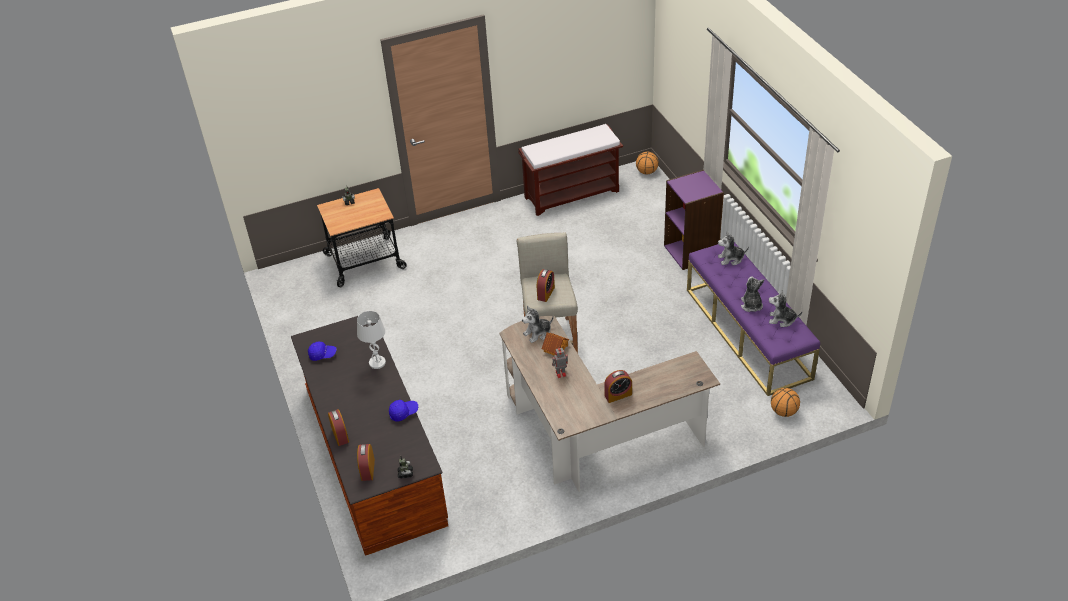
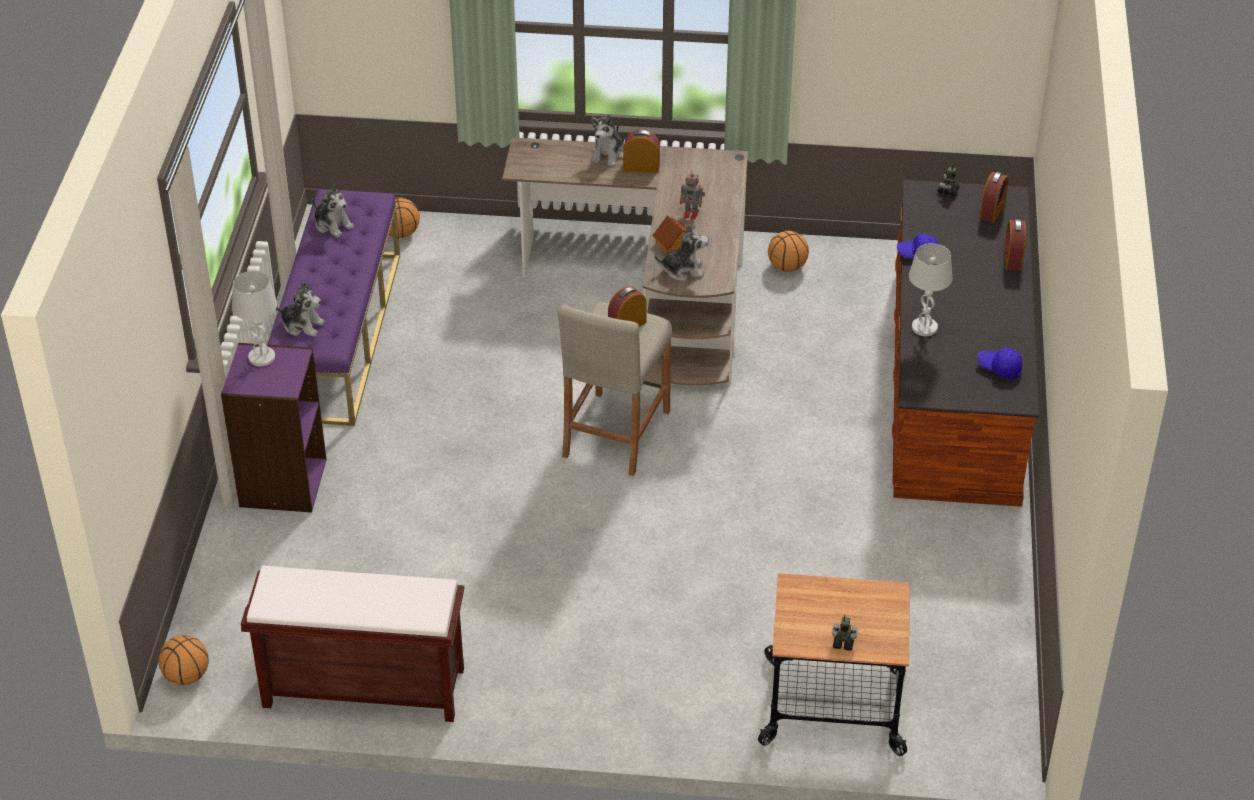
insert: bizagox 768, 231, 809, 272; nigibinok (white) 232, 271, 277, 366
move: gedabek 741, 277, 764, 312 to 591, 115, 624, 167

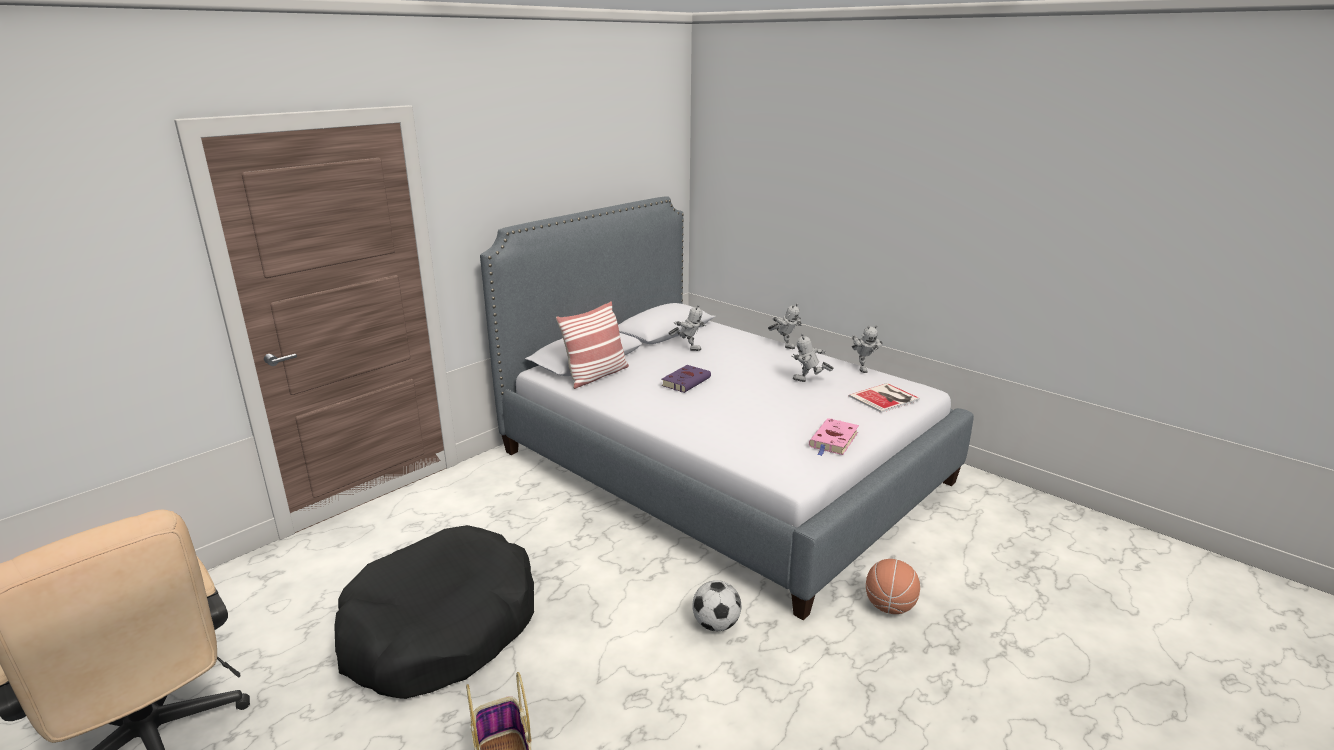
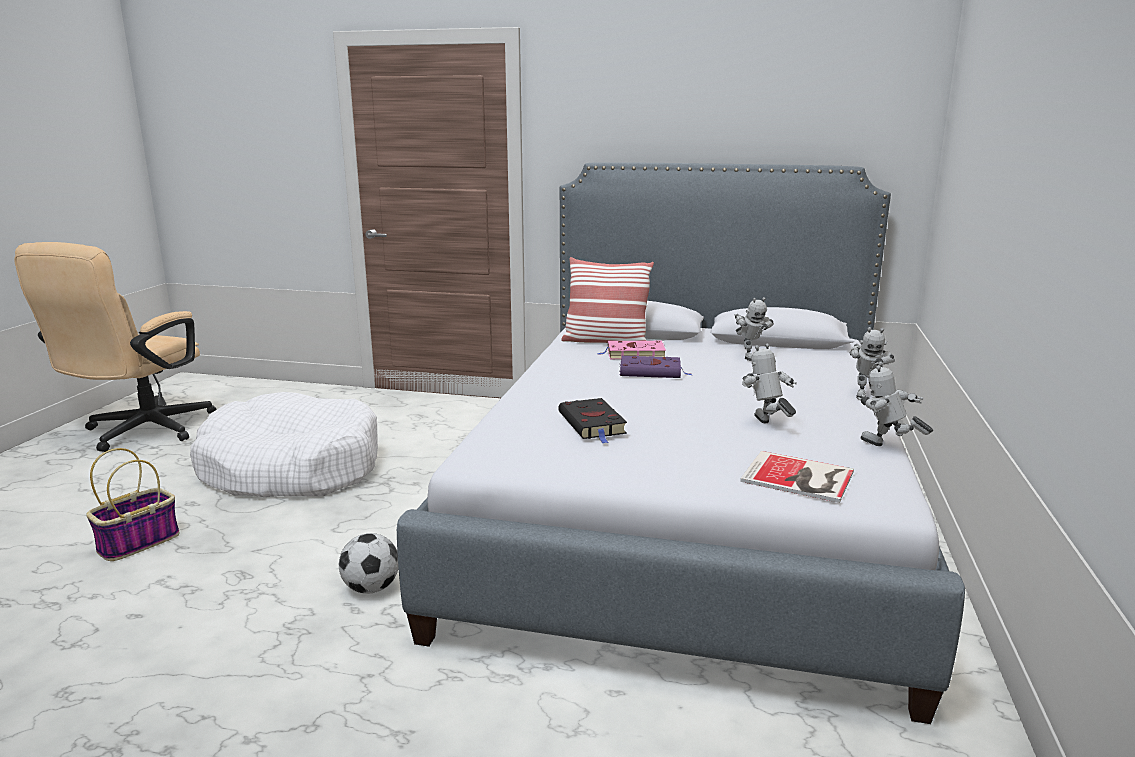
delete: bizagox 866, 559, 920, 614
insert: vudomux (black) 558, 398, 627, 443
move: vudomux (pink) 809, 418, 859, 456 to 597, 341, 666, 359
recolor: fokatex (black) 334, 525, 534, 699 to fokatex (white) 190, 392, 378, 497
rotate: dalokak 852, 325, 883, 373 = 857, 361, 933, 446 75 degrees clockwise

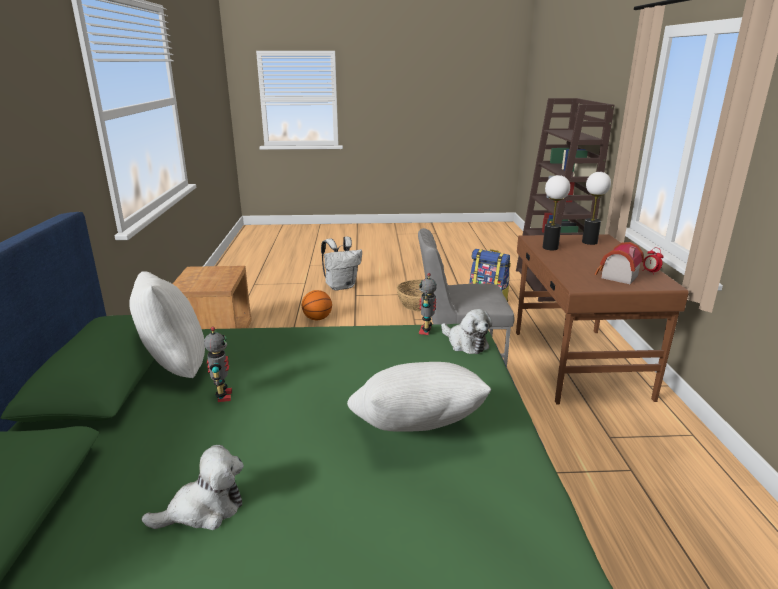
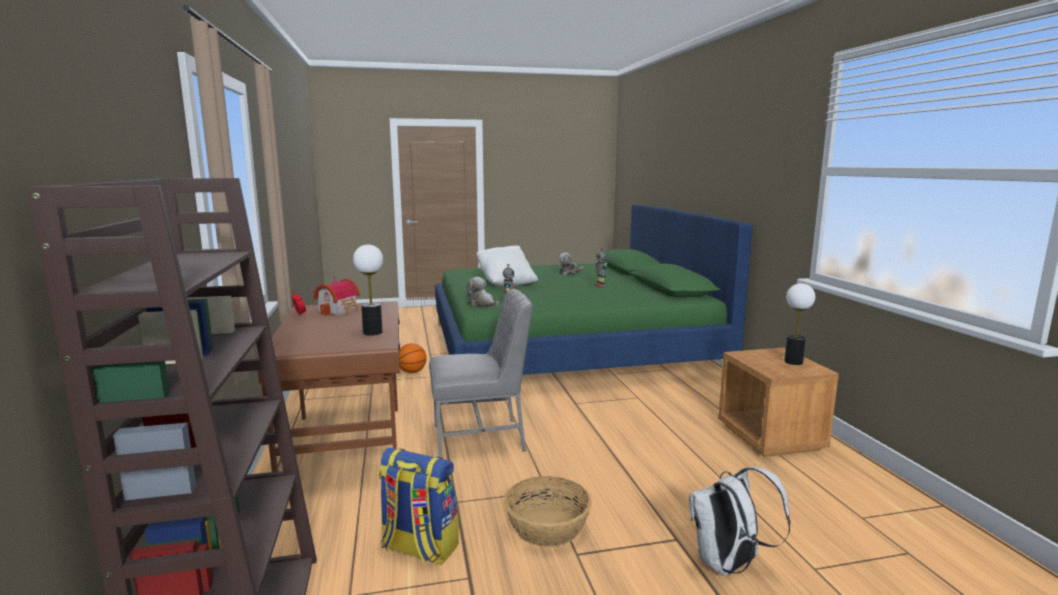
delete: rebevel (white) 129, 271, 205, 378
move: nigibinok 582, 172, 611, 245 to 784, 283, 815, 365; bizagox 302, 290, 332, 320 to 399, 343, 427, 373

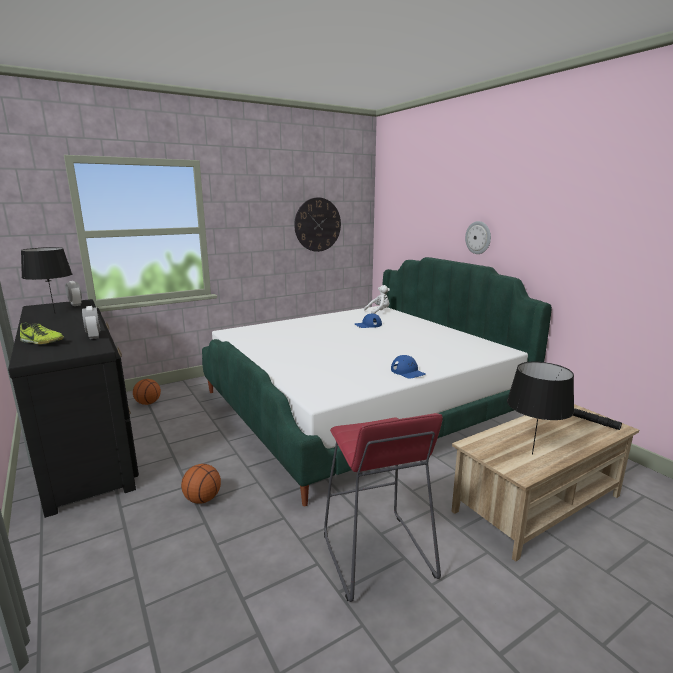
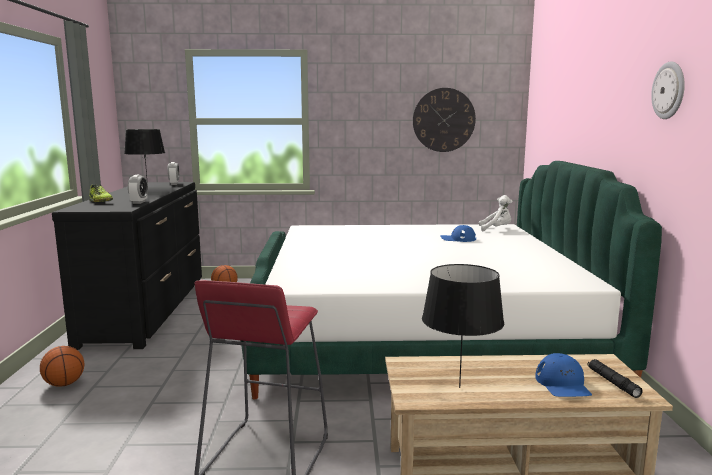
move: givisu 465, 221, 491, 254 to 651, 62, 685, 119; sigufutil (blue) 391, 355, 426, 379 to 535, 353, 592, 397; bizagox 181, 464, 221, 504 to 40, 346, 84, 387

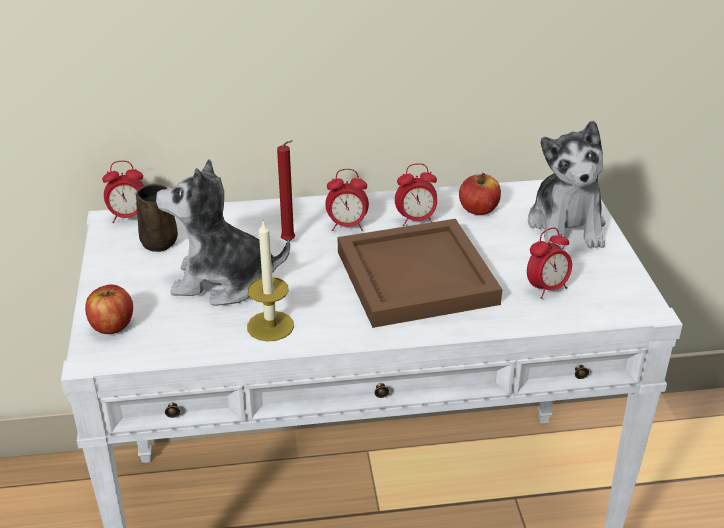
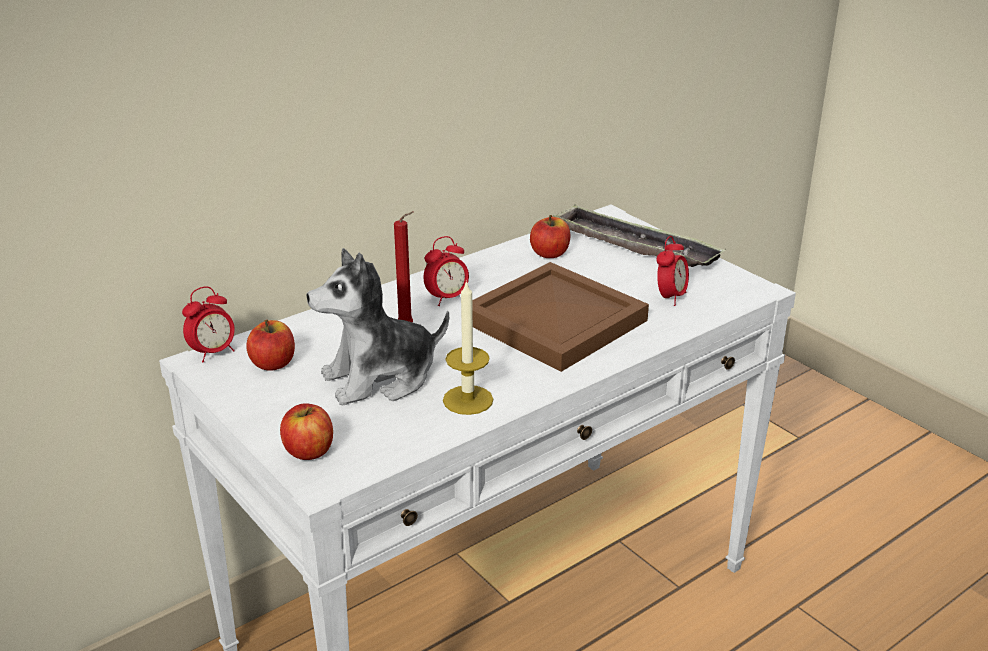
delete: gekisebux 395, 163, 437, 226
replace: gedabek 528, 120, 605, 249 to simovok 553, 204, 726, 267; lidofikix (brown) 136, 184, 178, 252 to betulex 246, 320, 295, 371

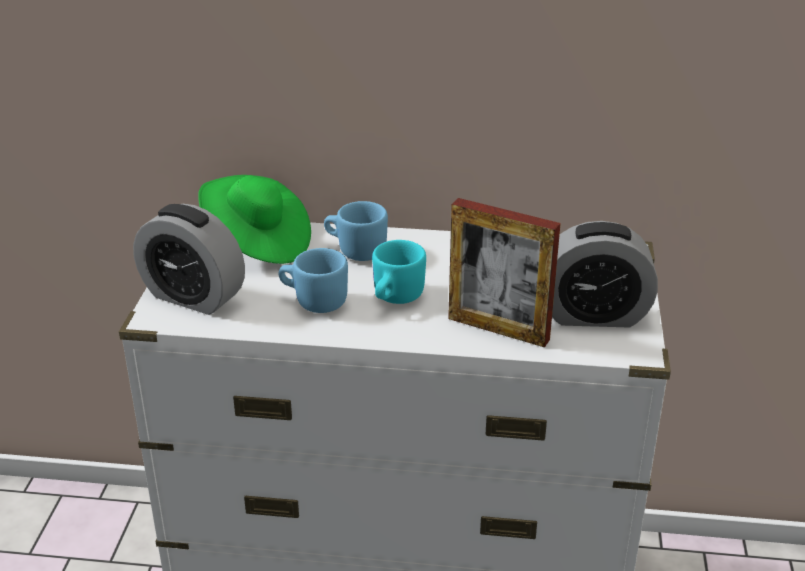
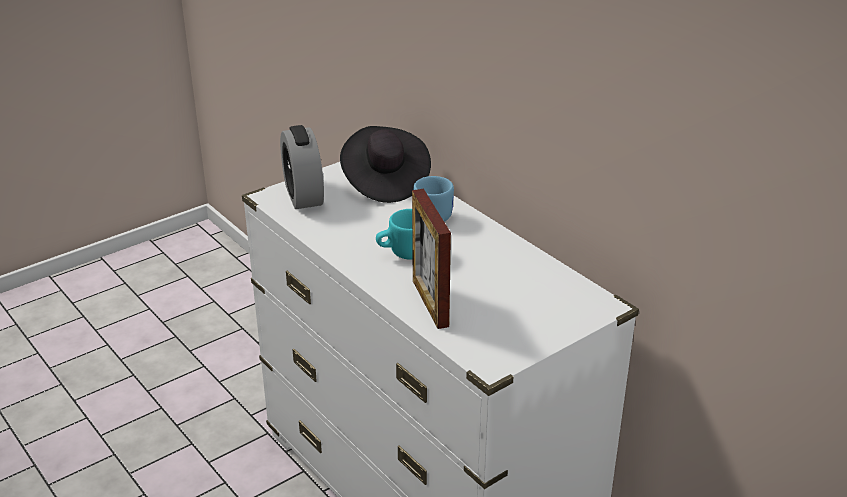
delete: gekisebux 552, 221, 658, 327; lidofikix (blue) 279, 248, 348, 313
recolor: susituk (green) 198, 175, 311, 264 to susituk (black) 340, 126, 431, 203

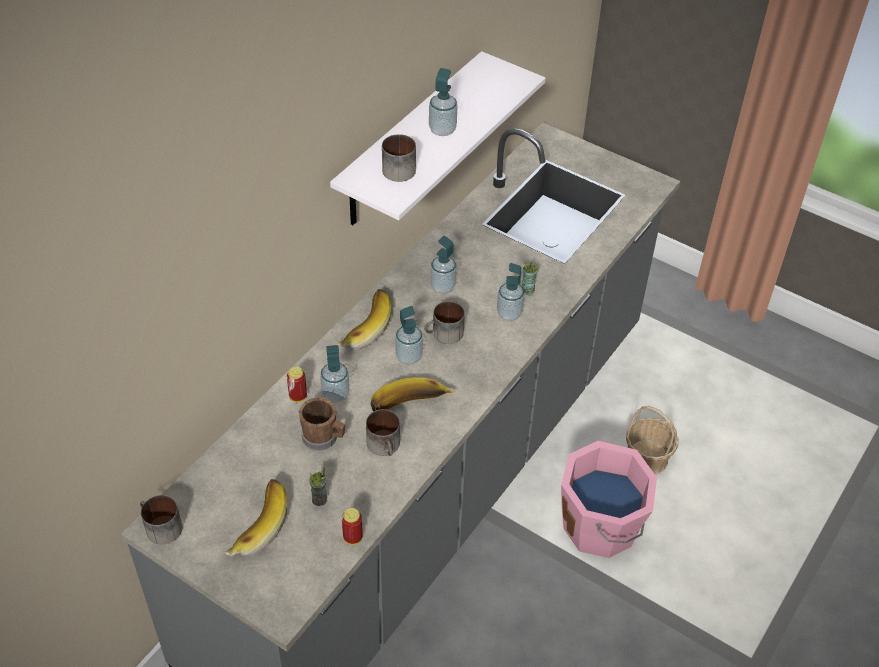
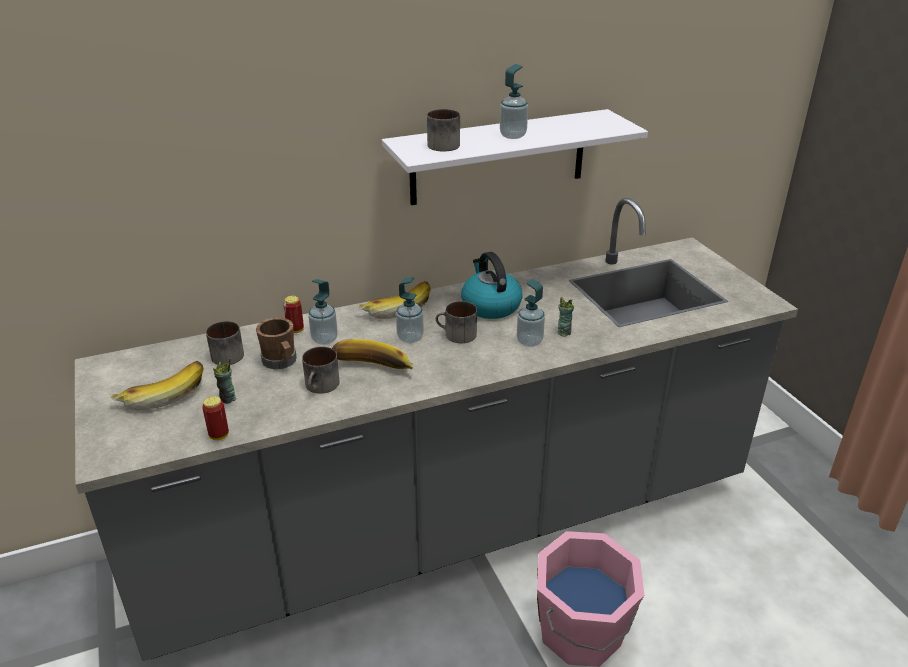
delete: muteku 626, 406, 678, 475
move: lidofikix 140, 495, 182, 545 to 206, 321, 244, 365
replace: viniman 430, 236, 456, 294 to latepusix 461, 252, 523, 319

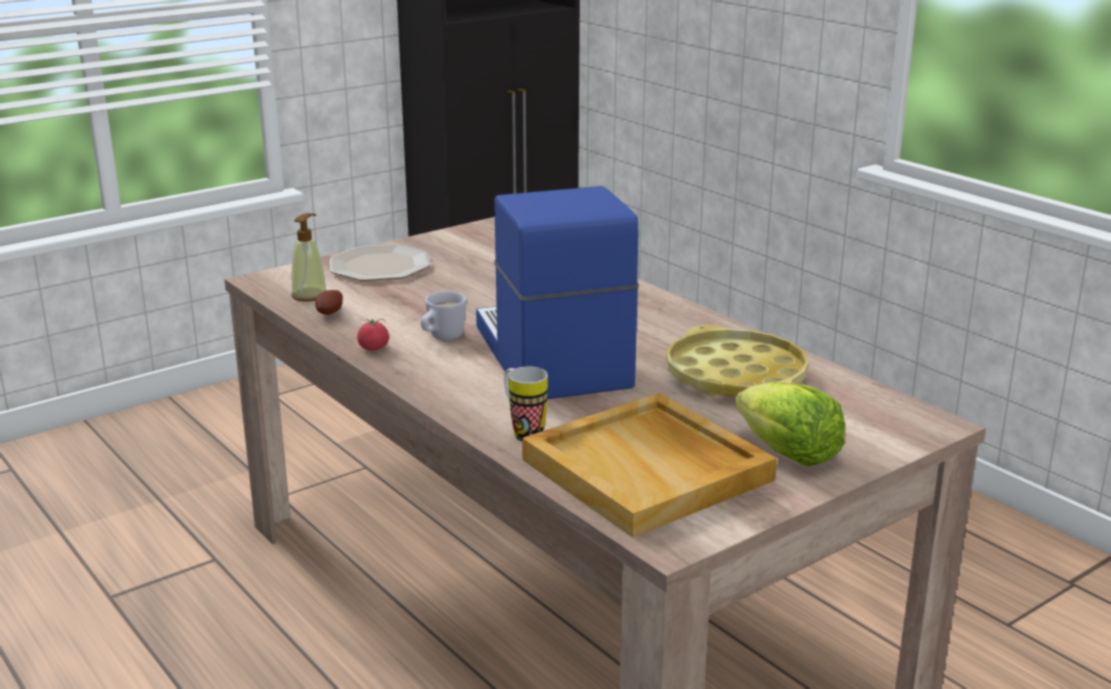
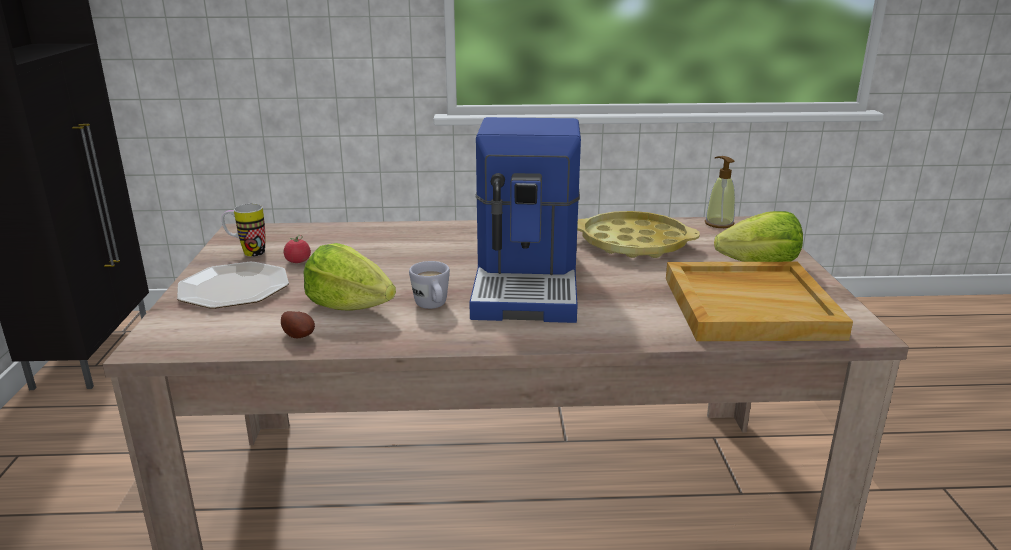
insert: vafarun 303, 243, 396, 311
move: viniman 291, 213, 326, 302 to 705, 156, 735, 228; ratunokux 357, 319, 389, 351 to 284, 235, 311, 263; lidofikix 504, 367, 548, 441 to 222, 204, 265, 257
rotate: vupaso 476, 186, 639, 399 = 469, 117, 581, 323 105 degrees counterclockwise

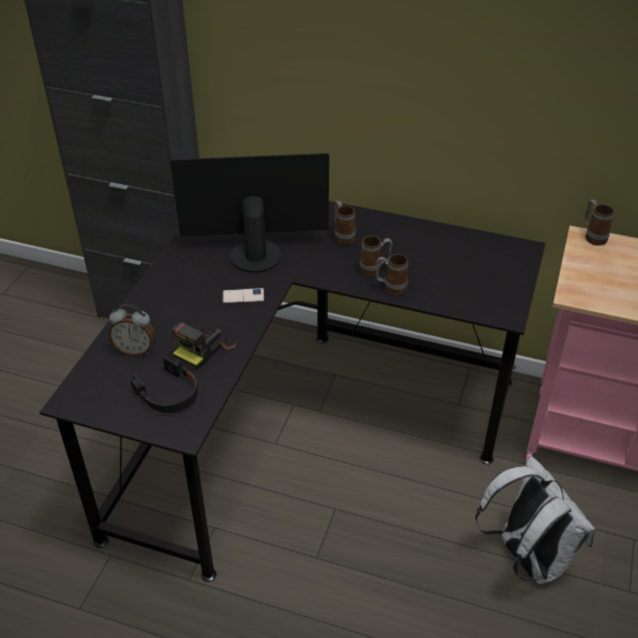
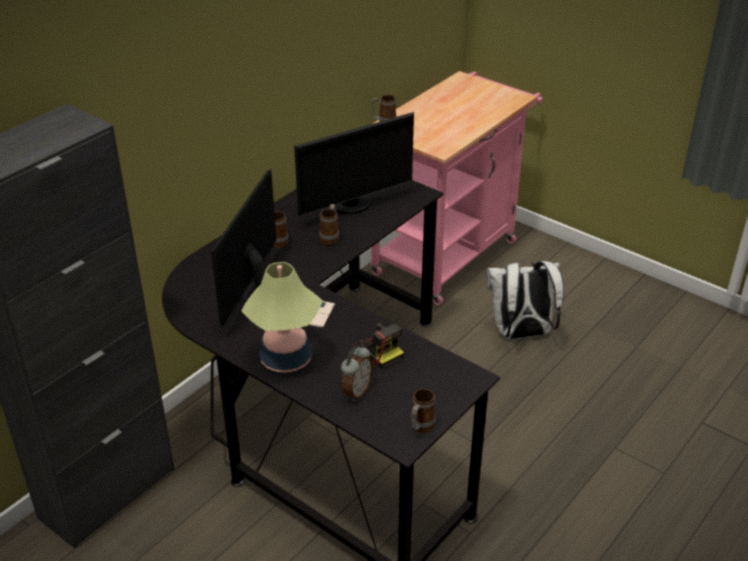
delete: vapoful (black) 131, 356, 198, 413
insert: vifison 294, 112, 414, 216; nigibinok 241, 262, 323, 373
move: lidofikix 376, 254, 408, 295 to 411, 389, 435, 433

